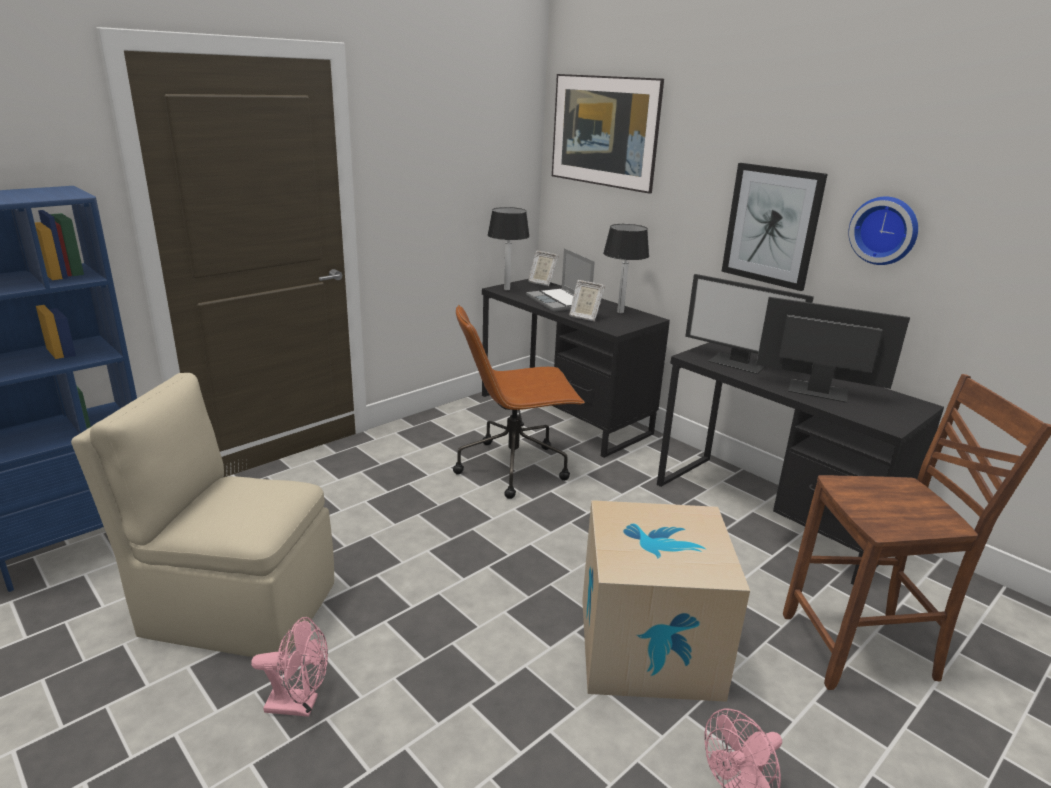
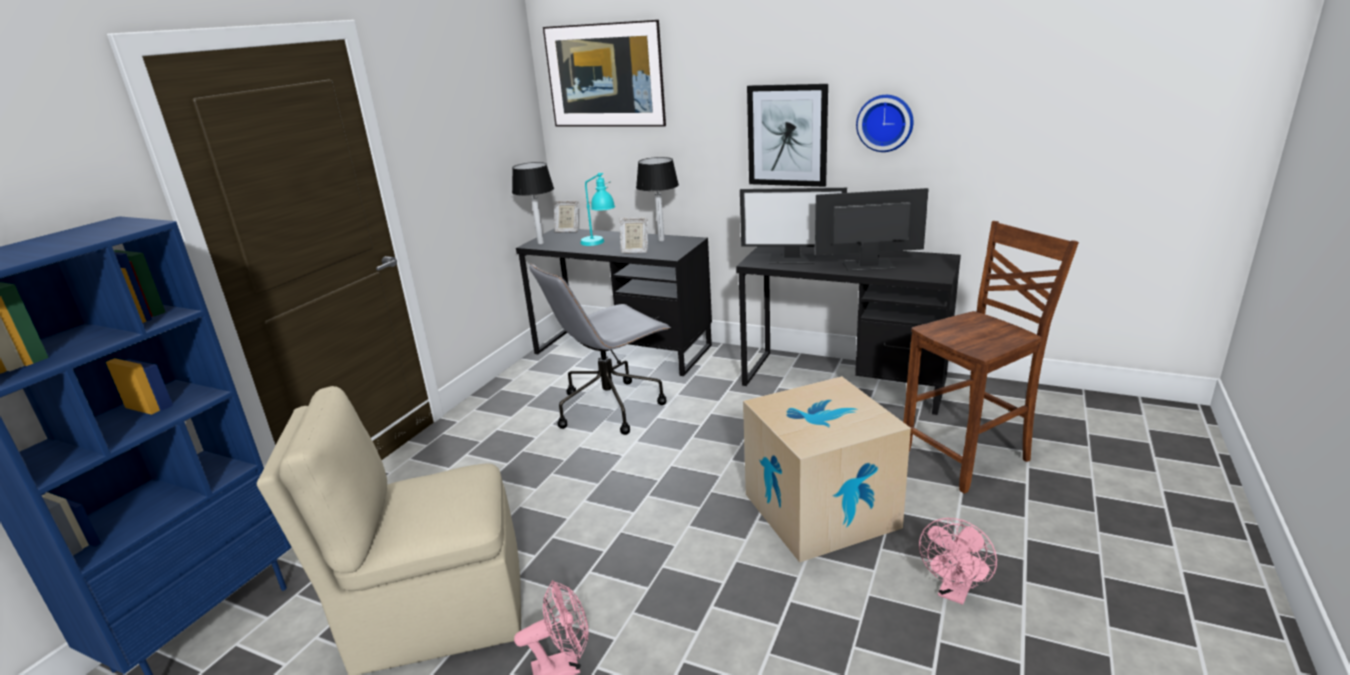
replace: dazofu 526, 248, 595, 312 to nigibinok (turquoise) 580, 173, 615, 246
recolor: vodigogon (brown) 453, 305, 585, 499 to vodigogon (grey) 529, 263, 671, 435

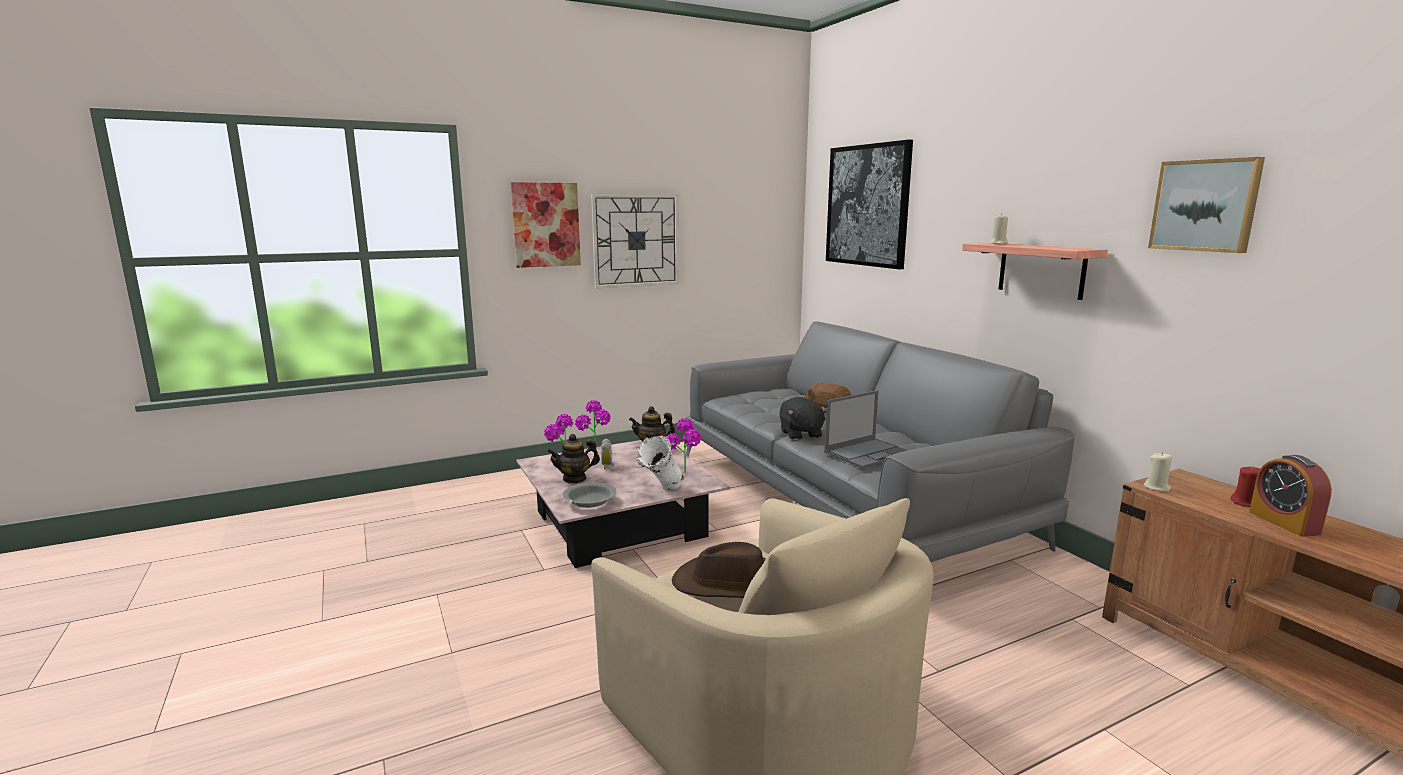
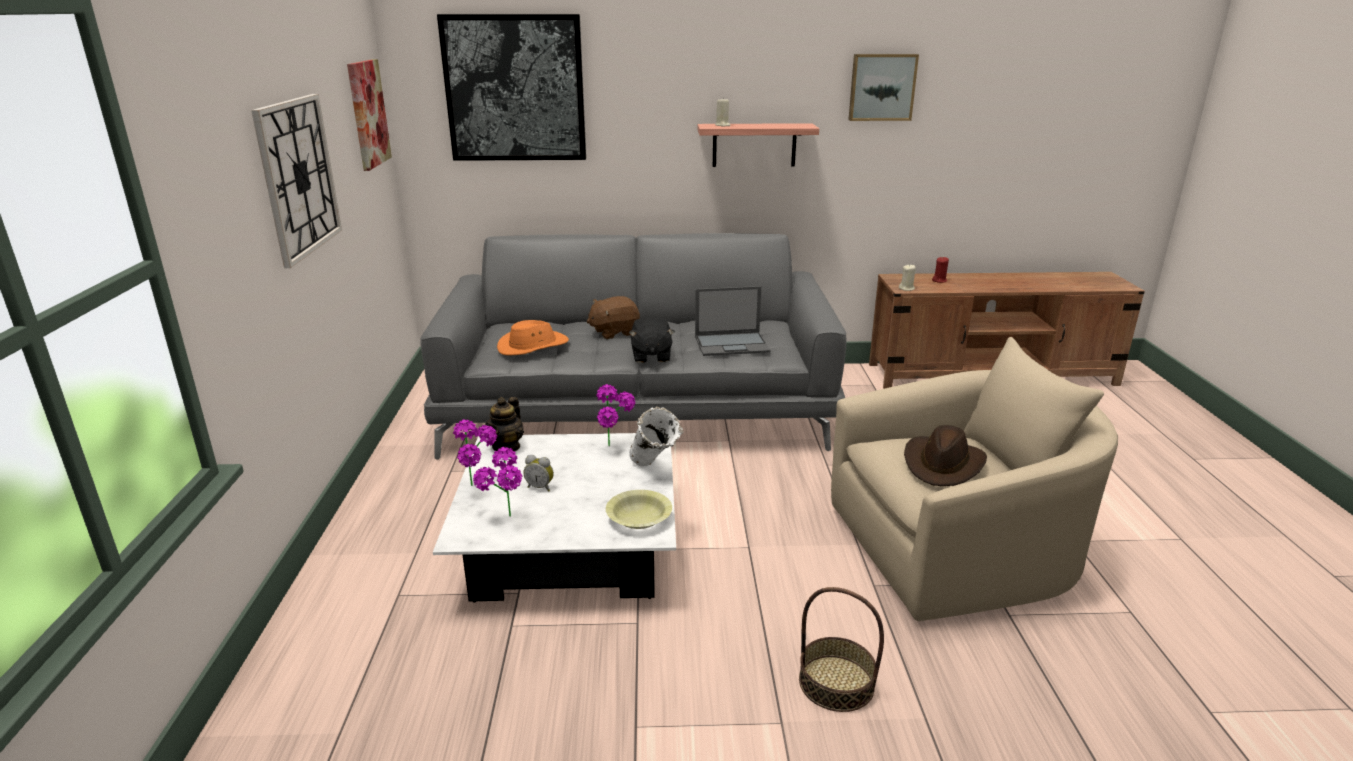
delete: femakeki 547, 434, 600, 483; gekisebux 1249, 455, 1332, 537
insert: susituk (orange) 497, 320, 569, 355; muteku 799, 587, 884, 712
move: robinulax 510, 182, 581, 268 to 347, 59, 392, 171
recolor: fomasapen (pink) 516, 440, 730, 568 to fomasapen (white) 433, 433, 676, 603; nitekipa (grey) 563, 482, 616, 508 to nitekipa (yellow) 606, 490, 672, 529
rotate: dazofu 824, 390, 908, 468 = 695, 286, 770, 356 90 degrees clockwise; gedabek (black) 779, 397, 826, 440 = 629, 316, 675, 363 75 degrees clockwise

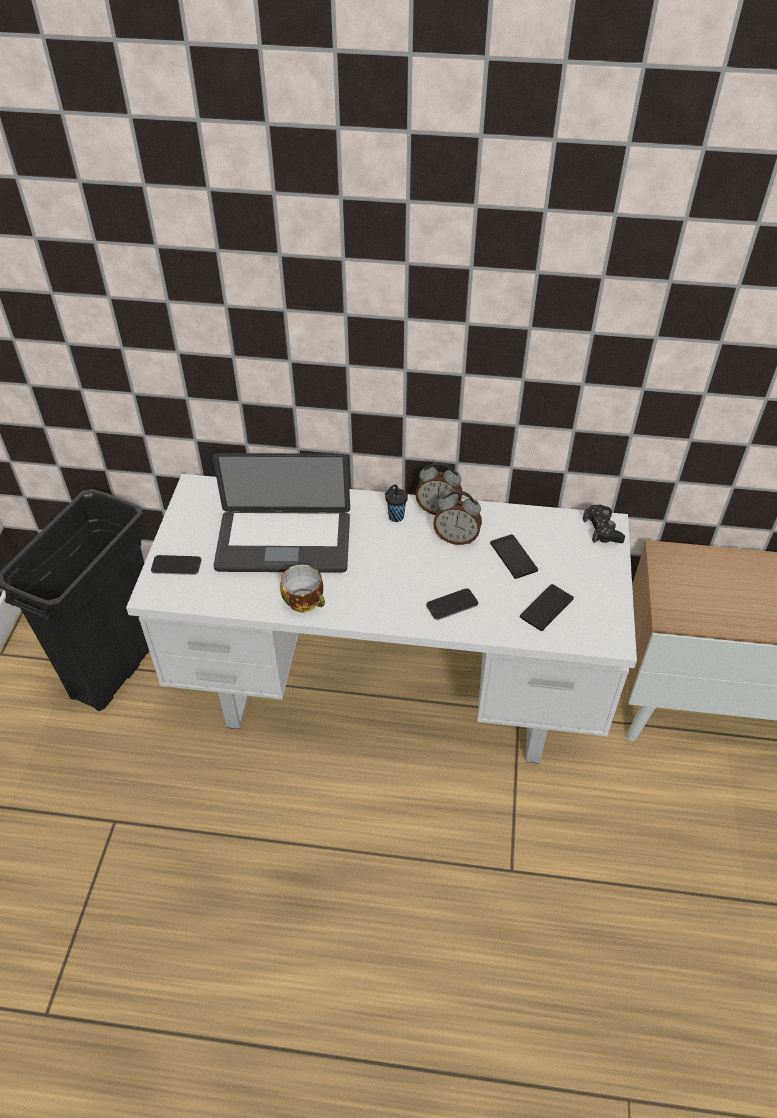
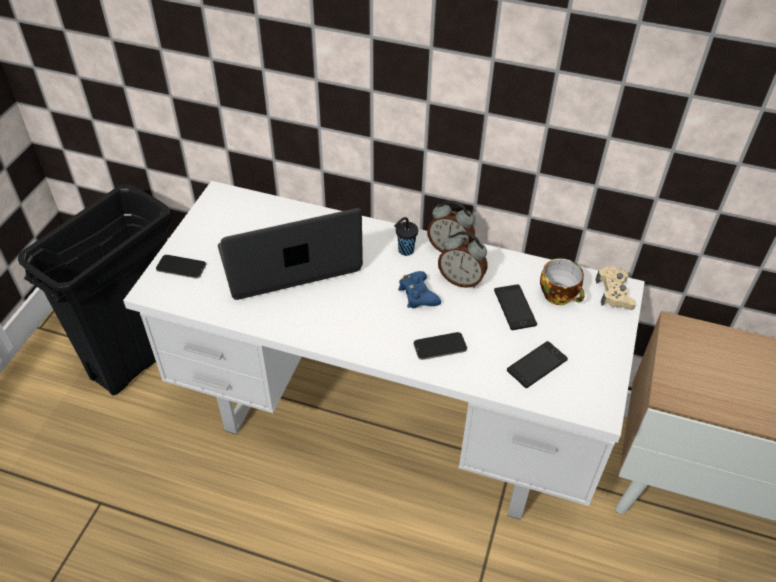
insert: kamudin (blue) 398, 271, 441, 308
move: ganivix 280, 565, 325, 612 to 540, 259, 585, 305
recolor: kamudin (black) 583, 505, 625, 543 to kamudin (beige) 596, 266, 636, 310
rotate: dazofu 213, 453, 350, 573 = 218, 208, 363, 300 150 degrees clockwise

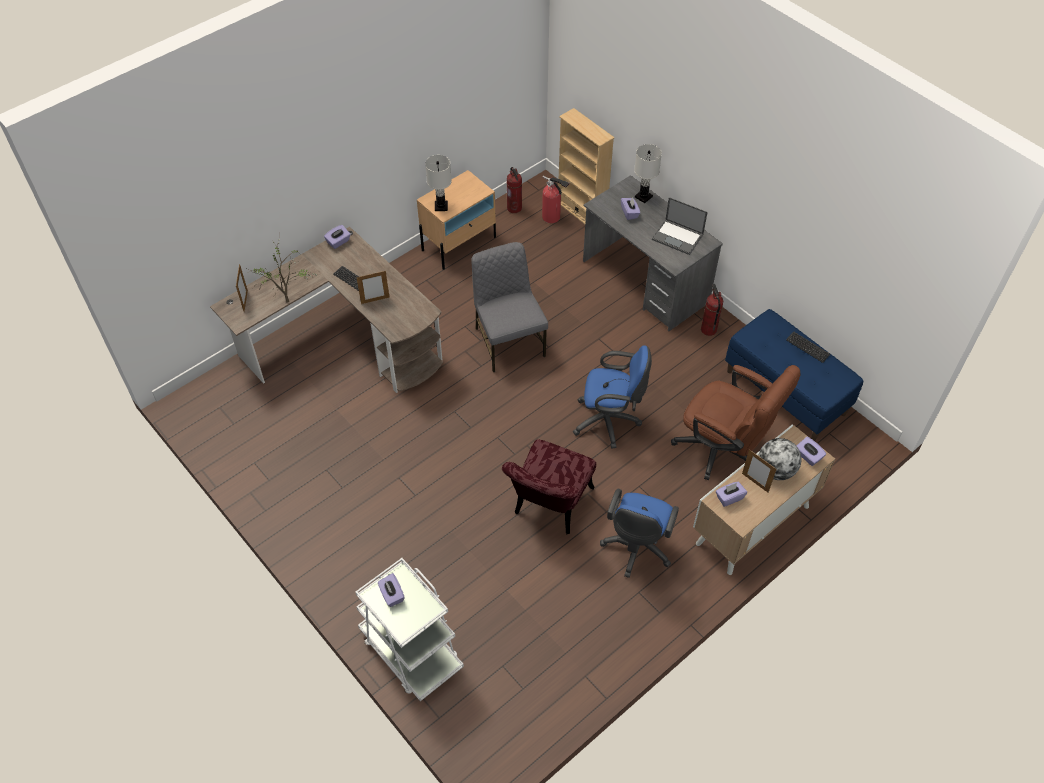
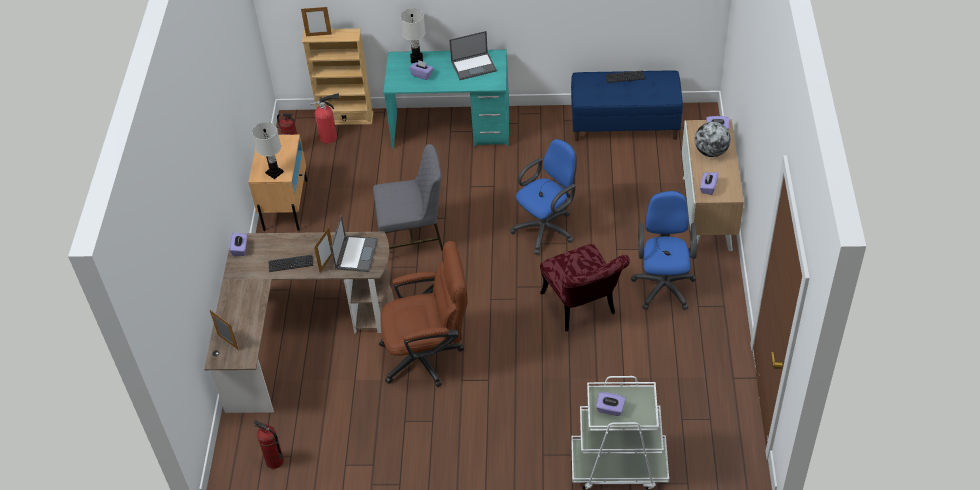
delete: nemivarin 249, 239, 317, 302
insert: dazofu 331, 215, 378, 272
move: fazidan 701, 284, 723, 336 to 253, 420, 284, 469; vodigogon (brown) 671, 365, 801, 480 to 379, 241, 467, 387; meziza 742, 449, 777, 493 to 301, 6, 332, 36
recolor: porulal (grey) 583, 175, 723, 331 to porulal (turquoise) 383, 50, 509, 148
rotate: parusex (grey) 471, 242, 548, 372 = 373, 144, 443, 251 150 degrees clockwise; vodigogon (blue) 600, 489, 679, 578 = 631, 190, 697, 310 150 degrees counterclockwise

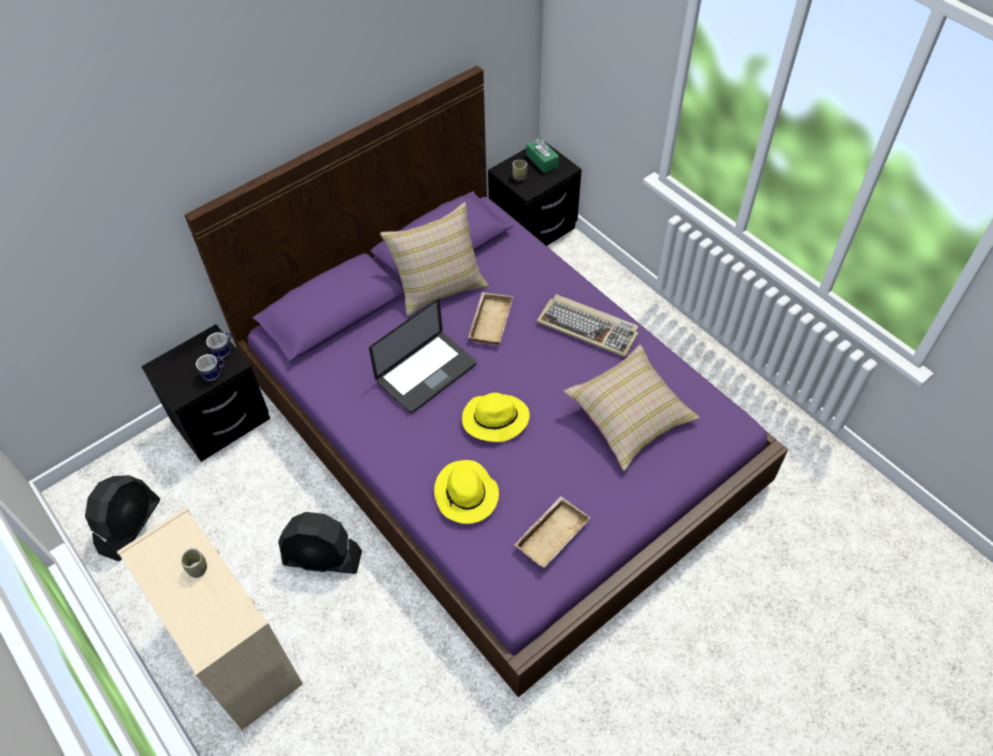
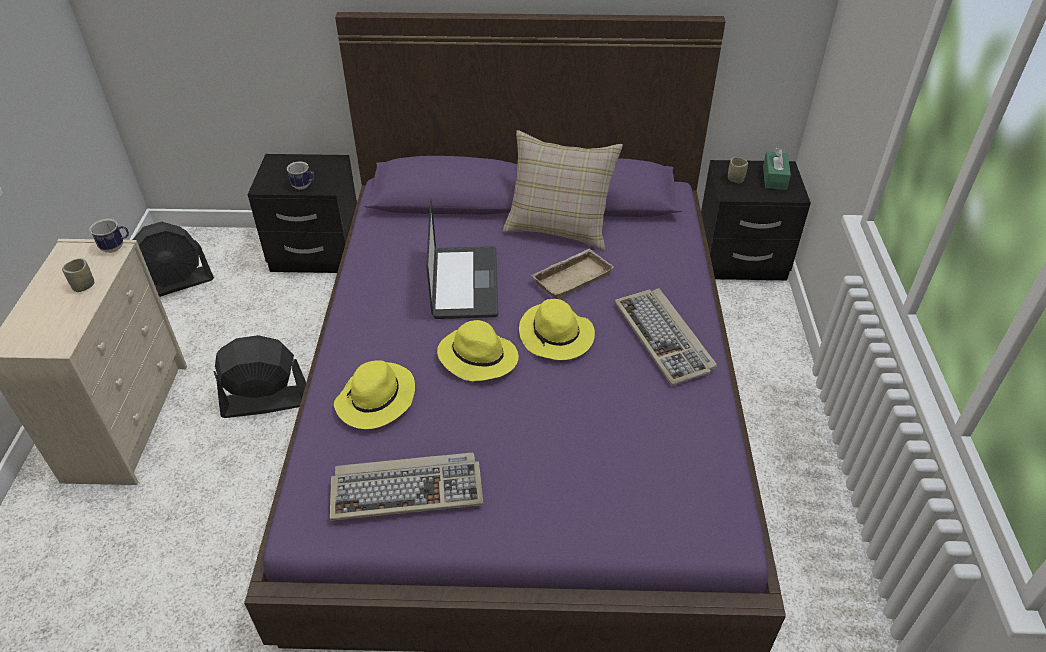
delete: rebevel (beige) 563, 345, 700, 471
insert: susituk (yellow) 519, 299, 595, 360
move: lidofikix 206, 332, 231, 358 to 89, 219, 129, 253
replace: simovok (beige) 514, 496, 591, 568 to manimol 330, 453, 483, 521
rotate: dazofu 369, 298, 477, 413 = 426, 199, 498, 319 90 degrees counterclockwise; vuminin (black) 278, 512, 362, 574 = 213, 335, 306, 418 120 degrees clockwise

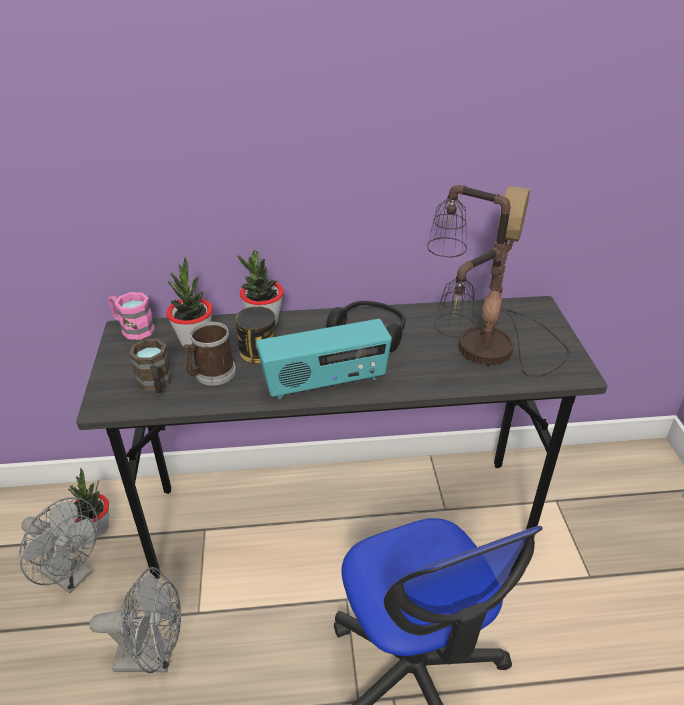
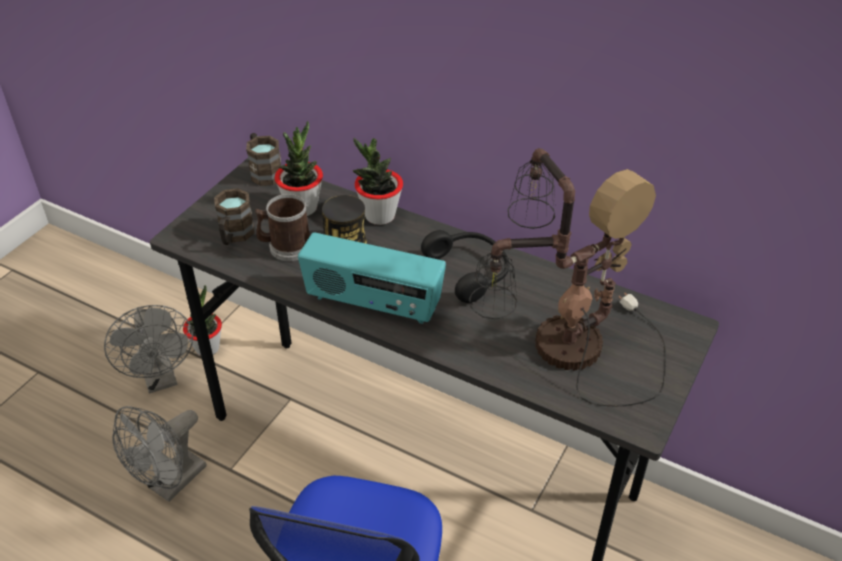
recolor: lidofikix (pink) 108, 292, 155, 340 to lidofikix (brown) 246, 133, 281, 186
rotate: vuminin (grey) 89, 567, 181, 673 = 112, 406, 207, 502 90 degrees clockwise

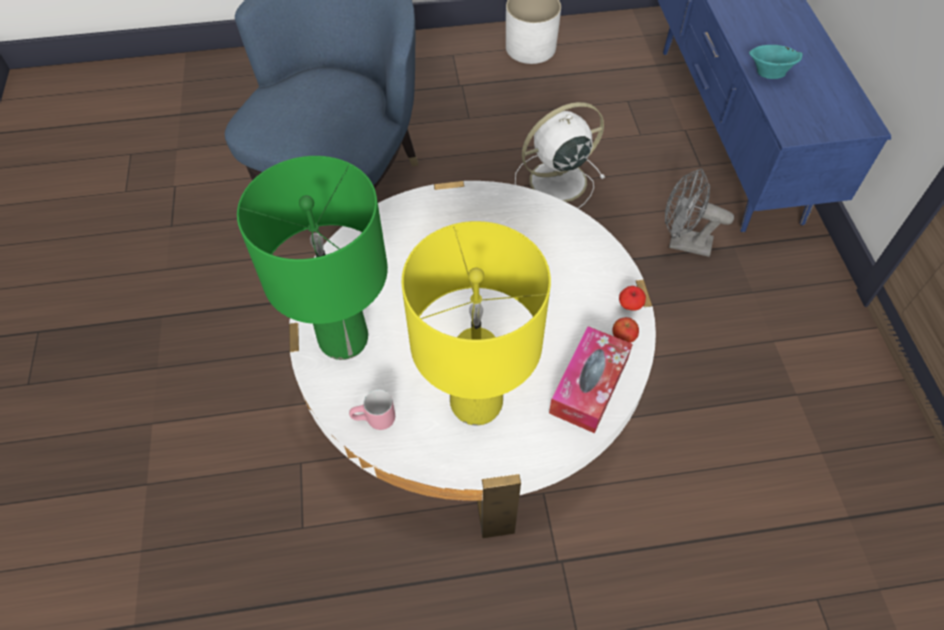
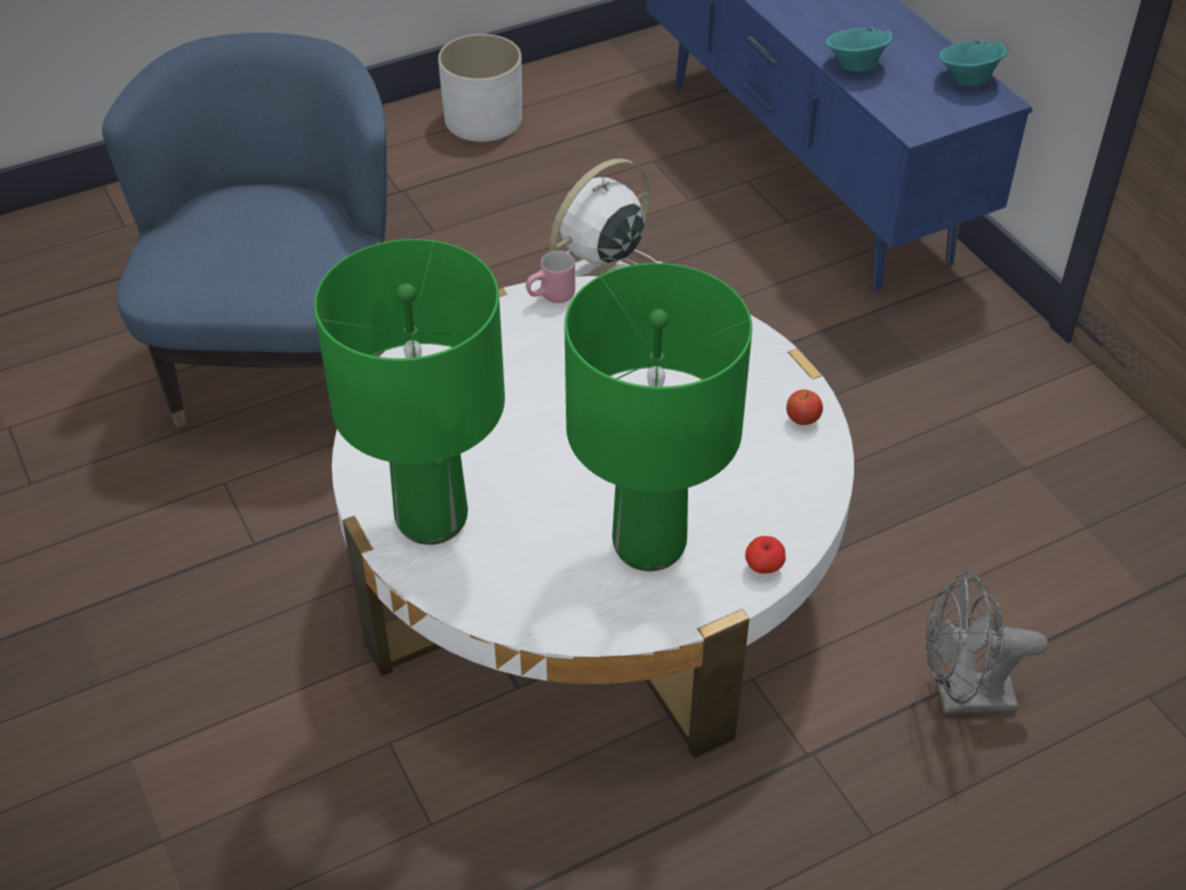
delete: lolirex 549, 326, 633, 433
insert: nitekipa (turquoise) 939, 41, 1007, 86
move: vuminin (grey) 665, 168, 734, 257 to 926, 572, 1048, 714; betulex 619, 286, 646, 311 to 745, 536, 786, 574; lidofikix (pink) 349, 390, 395, 430 to 526, 251, 575, 303
recolor: nigibinok (yellow) 402, 221, 551, 426 to nigibinok (green) 564, 263, 752, 571

